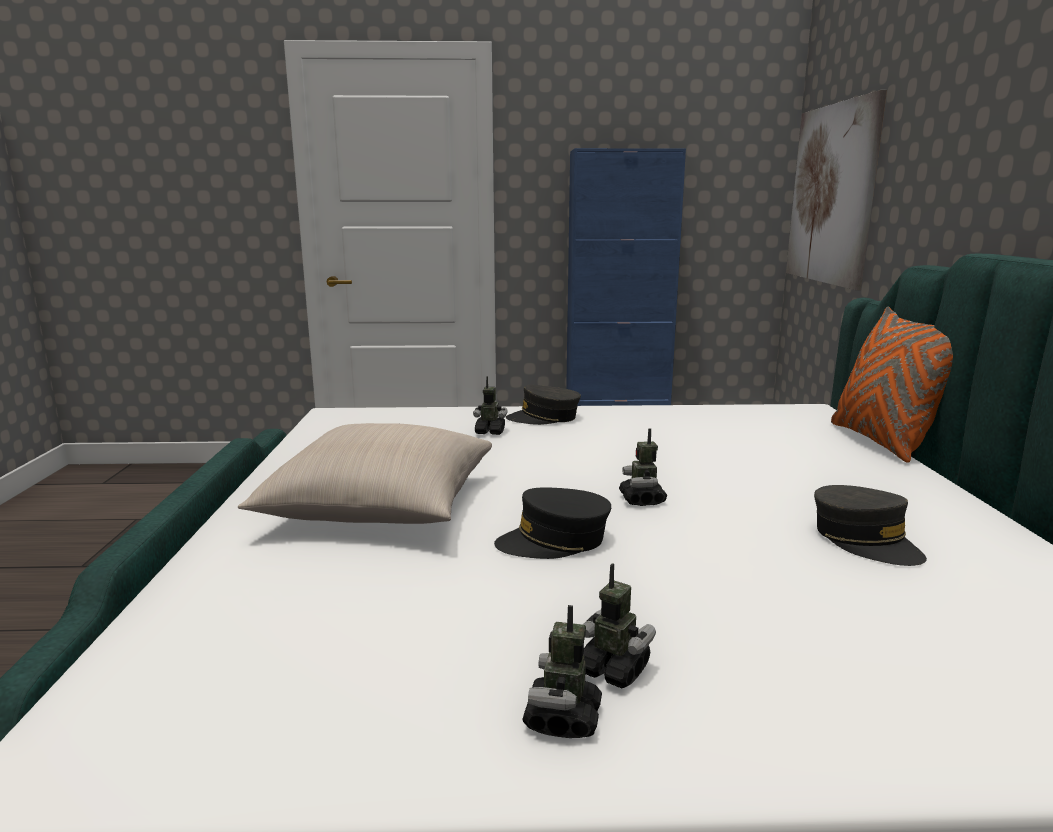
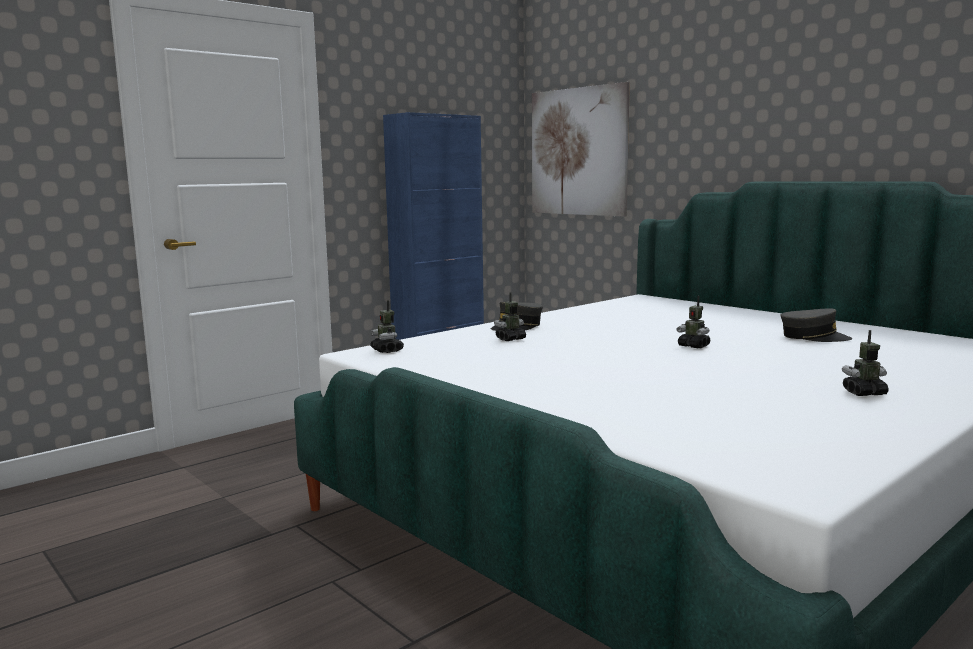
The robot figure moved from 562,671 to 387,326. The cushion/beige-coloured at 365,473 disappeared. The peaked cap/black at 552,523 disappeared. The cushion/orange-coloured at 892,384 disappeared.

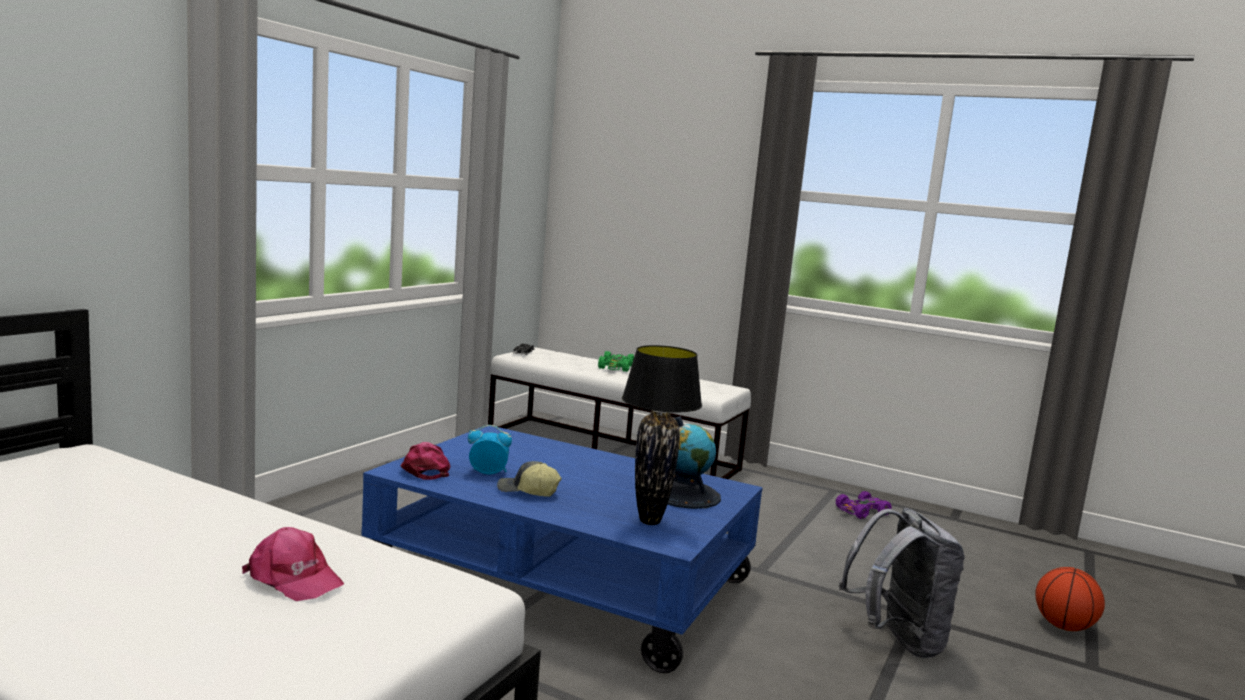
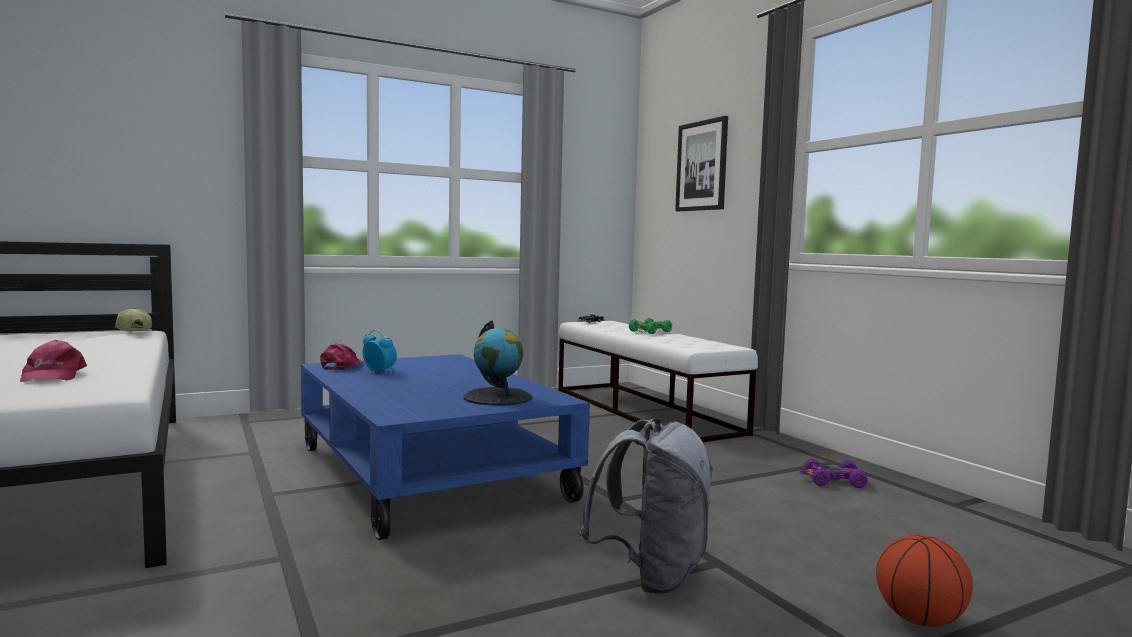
The peaked cap moved from 529,479 to 133,320. The wall art at 701,163 appeared. The tabletop lamp/black at 662,435 disappeared.

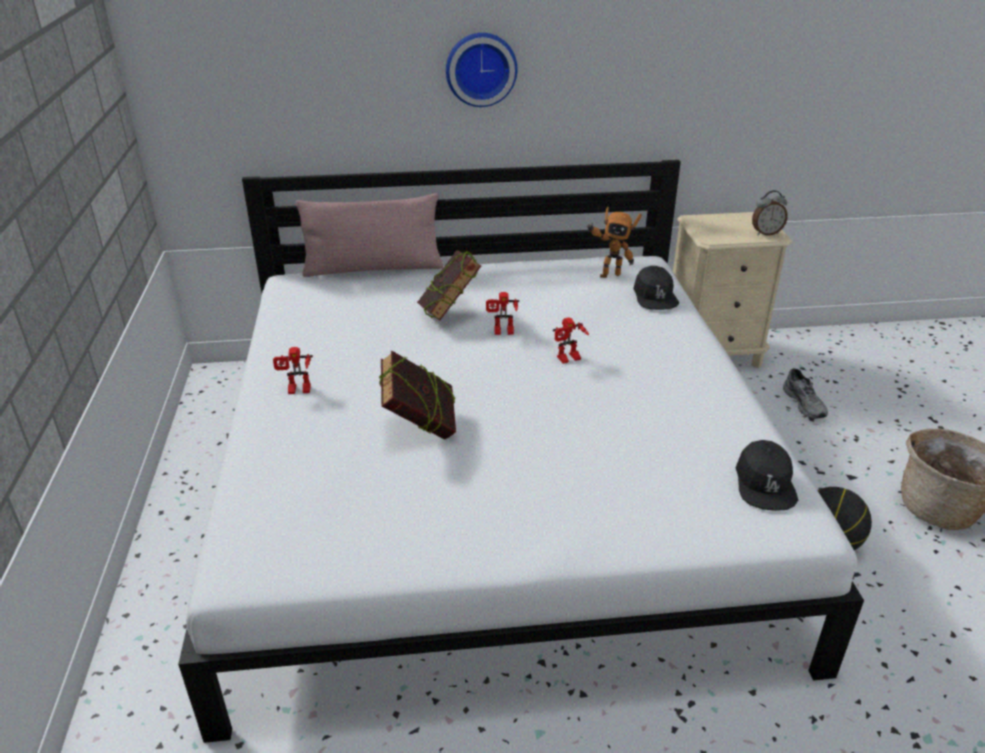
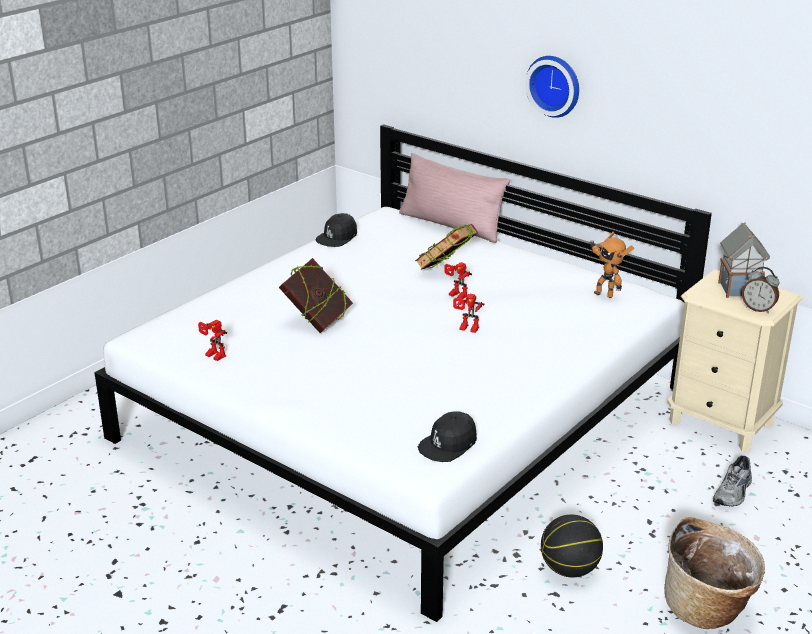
The robot figure moved from 293,370 to 212,340. The peaked cap/black moved from 656,288 to 336,230. The miniature house at 744,260 appeared.

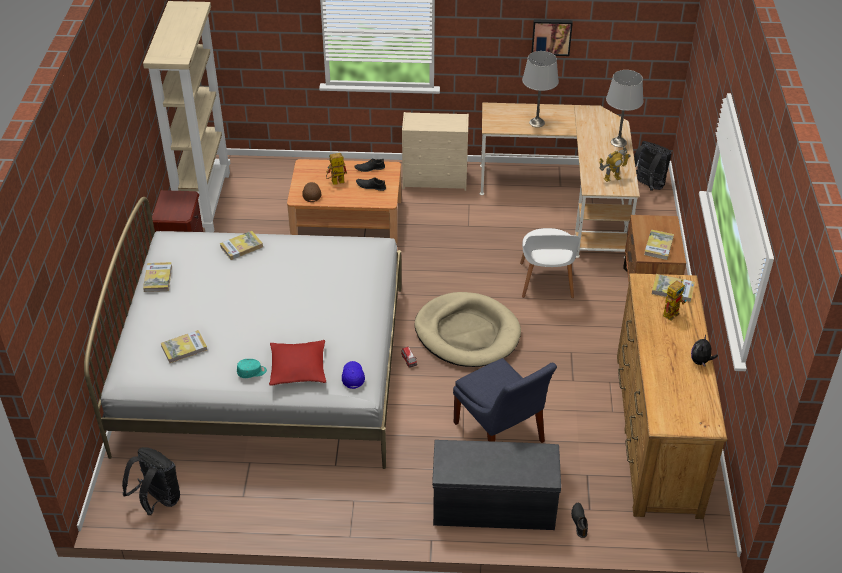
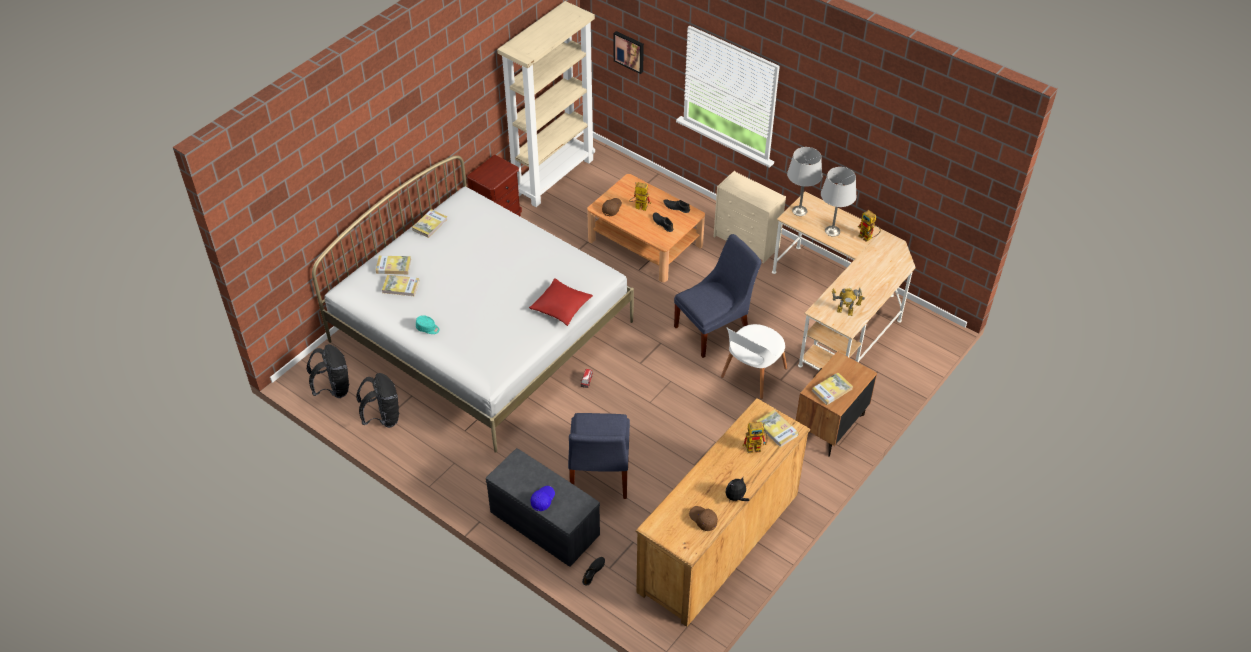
The backpack/black moved from 653,166 to 378,400. The bound book moved from 241,245 to 393,265. The cushion/reddish moved from 297,363 to 561,302. The peaked cap/bluish moved from 353,375 to 542,498. The wall art moved from 552,37 to 629,52. The upright chair/bluish at 717,296 appeared. The peaked cap/brown-coloured at 703,518 appeared. The tabletop lamp/gray moved from 624,108 to 804,181. The robot figure at 869,226 appeared. The dog cushion/beige-coloured at 468,329 disappeared.

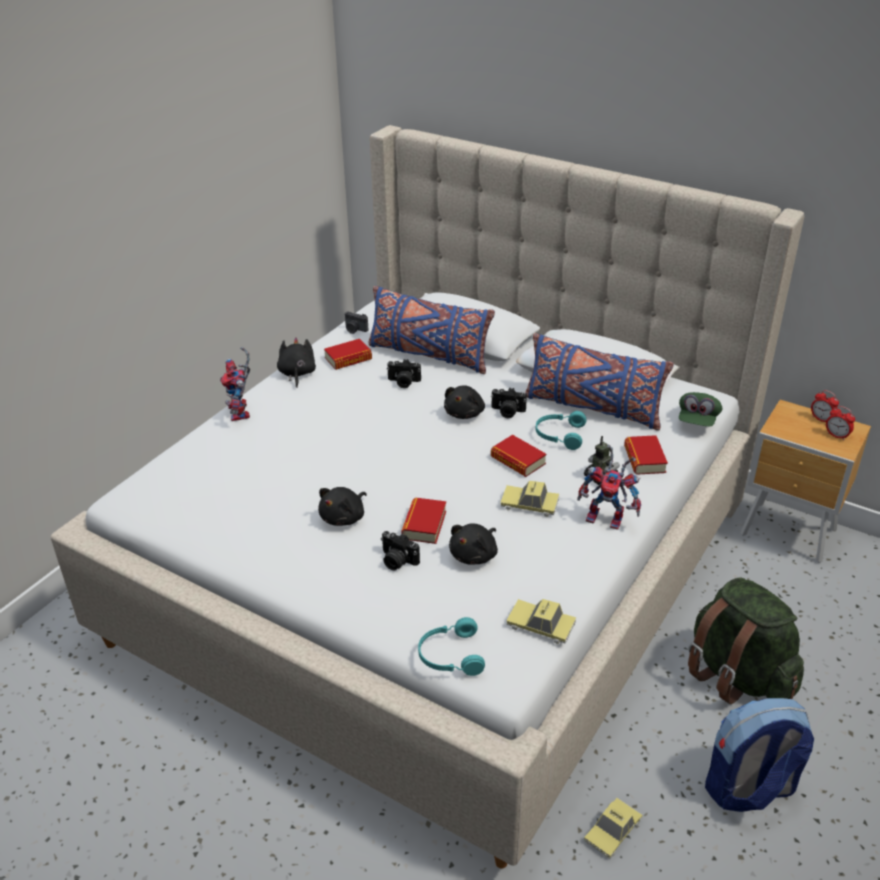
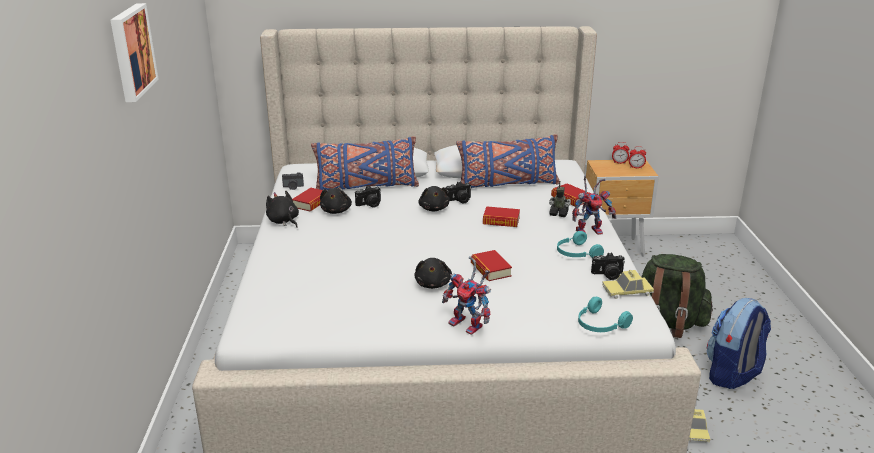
The wall art at 134,52 appeared. The soft toy/black moved from 473,544 to 336,201. The robot figure moved from 235,384 to 466,295. The headset/turquoise-coloured moved from 561,430 to 580,244. The still camera moved from 400,550 to 608,266. The toy car at 529,499 disappeared. The peaked cap/greenish at 700,409 disappeared.

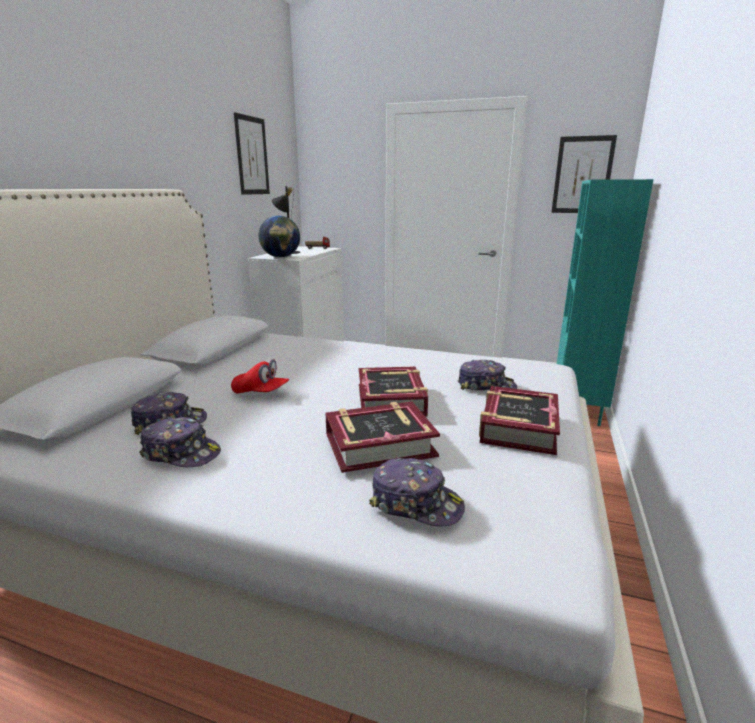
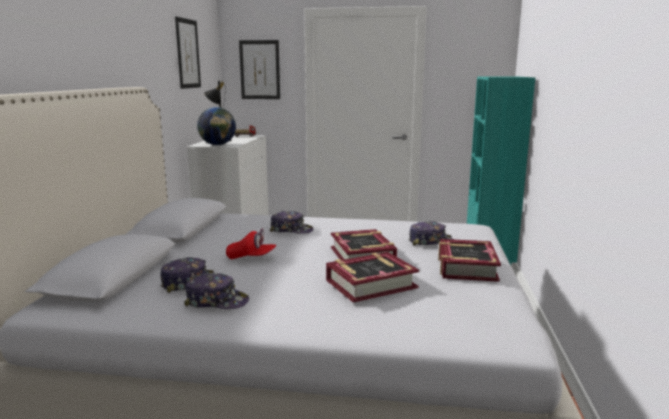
The wall art moved from 584,174 to 259,69. The peaked cap moved from 417,492 to 291,222.

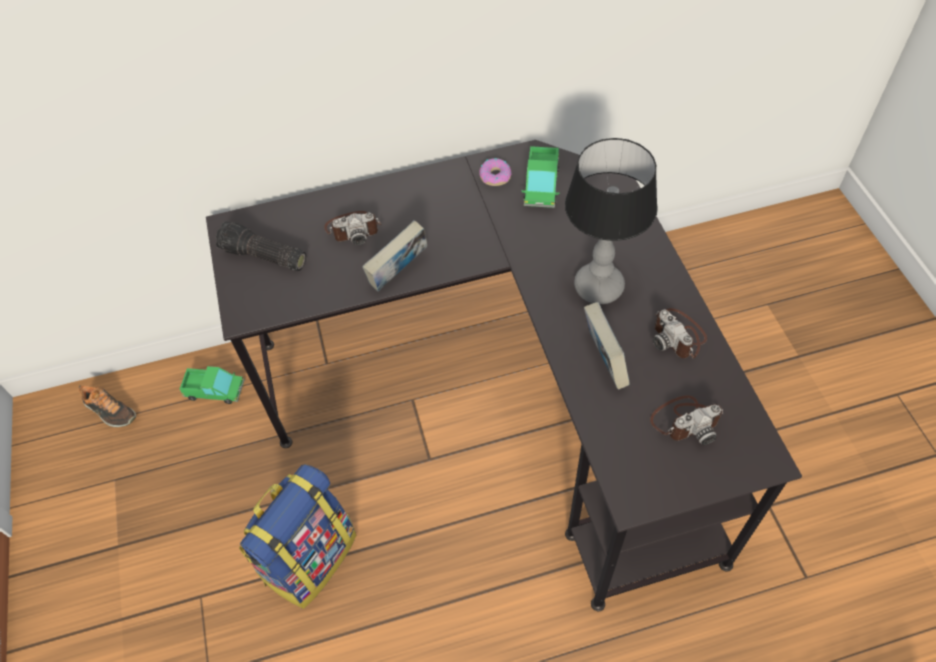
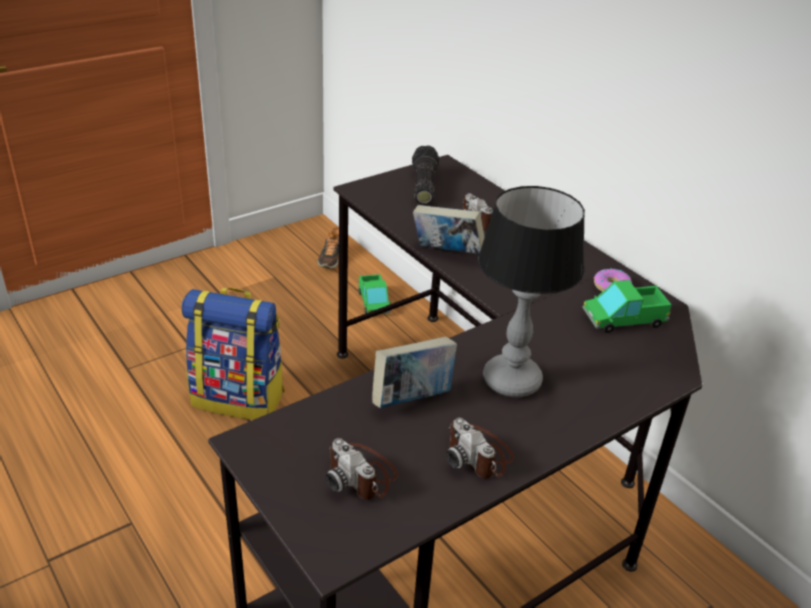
The still camera at 680,333 turned 75 degrees counterclockwise.

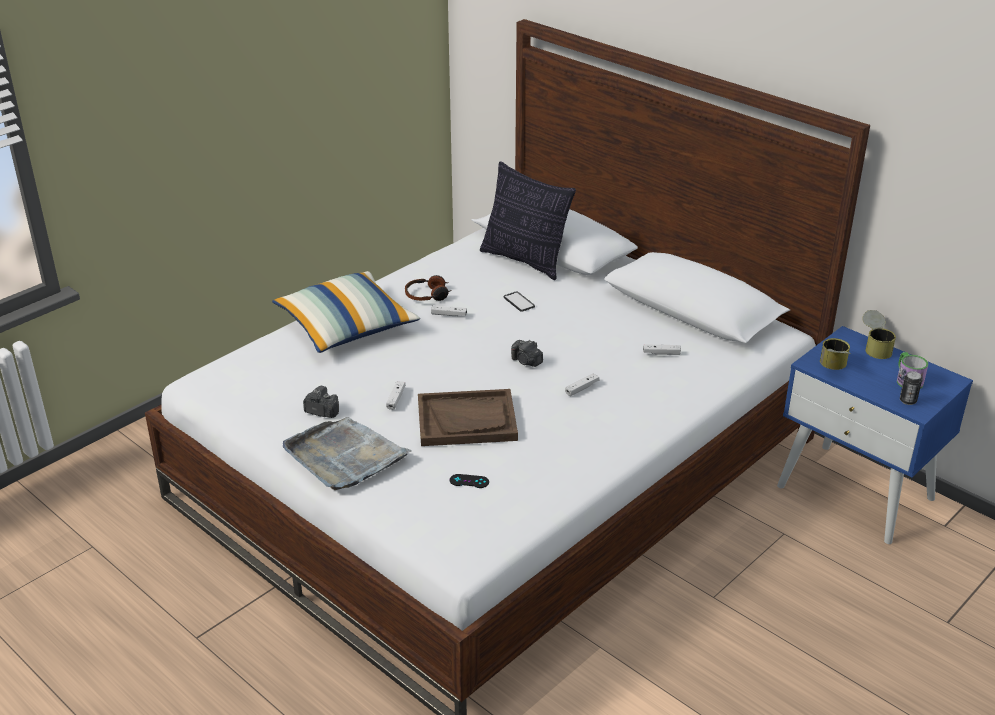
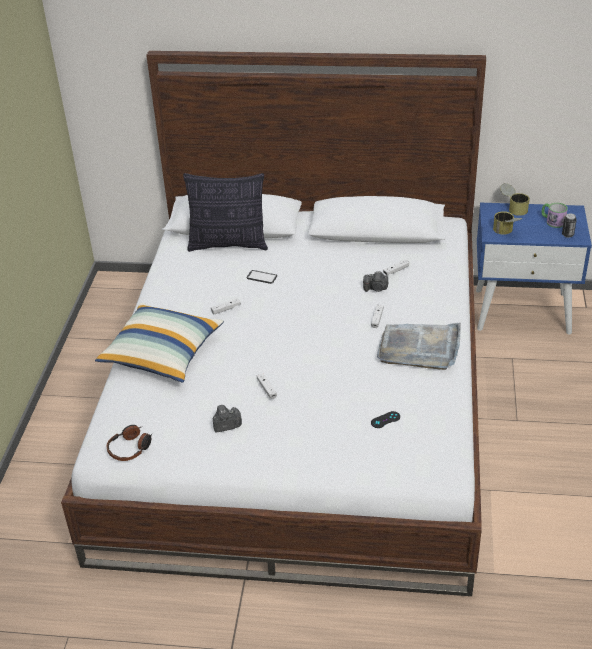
The headset moved from 428,288 to 129,443. The still camera moved from 527,353 to 375,281. The carrying tray/gray moved from 347,453 to 419,346. The carrying tray/brown-coloured at 468,417 disappeared.

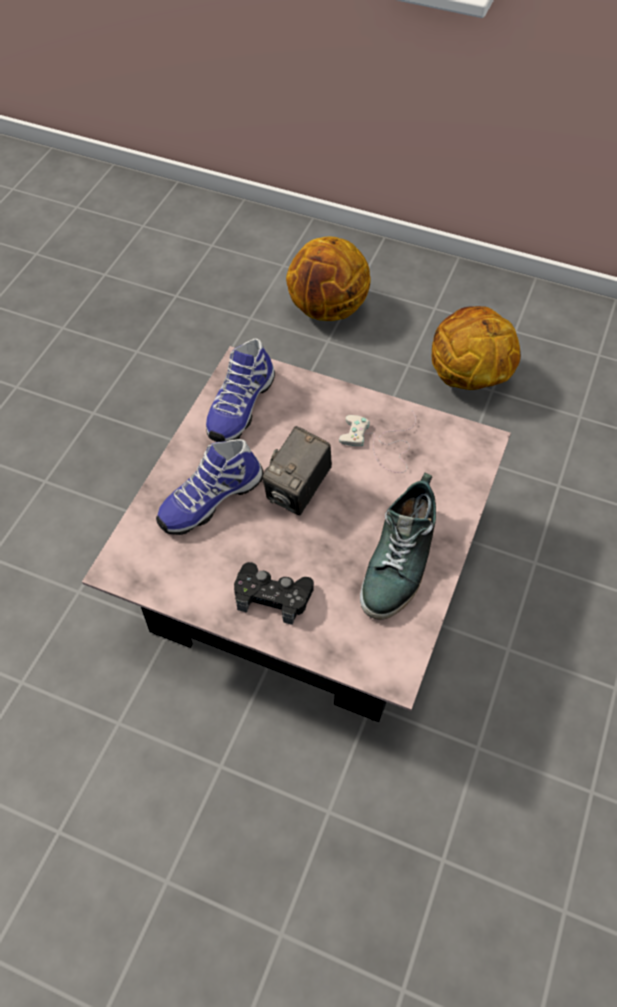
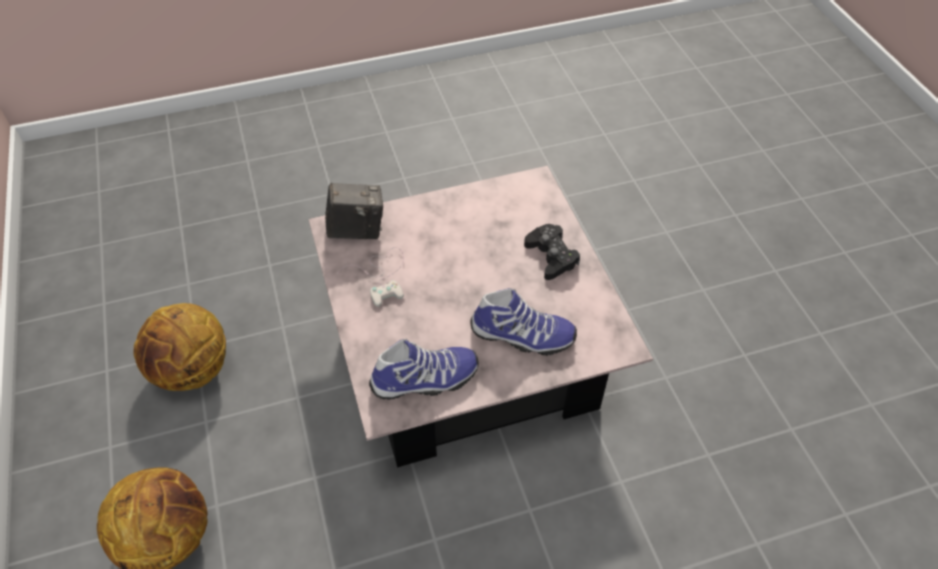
The still camera moved from 297,471 to 354,211. The shoe at 398,546 disappeared.

